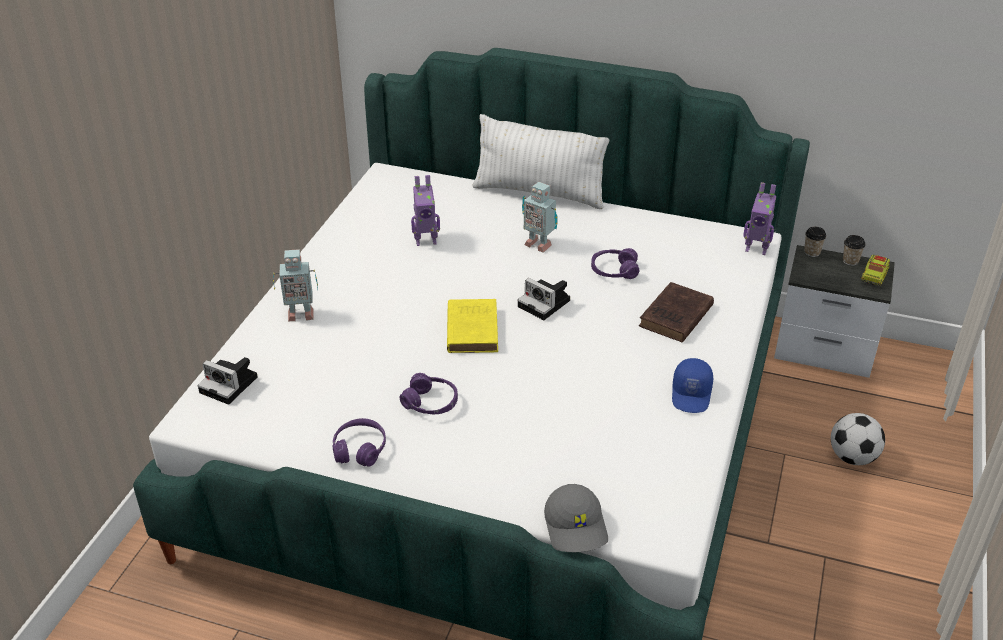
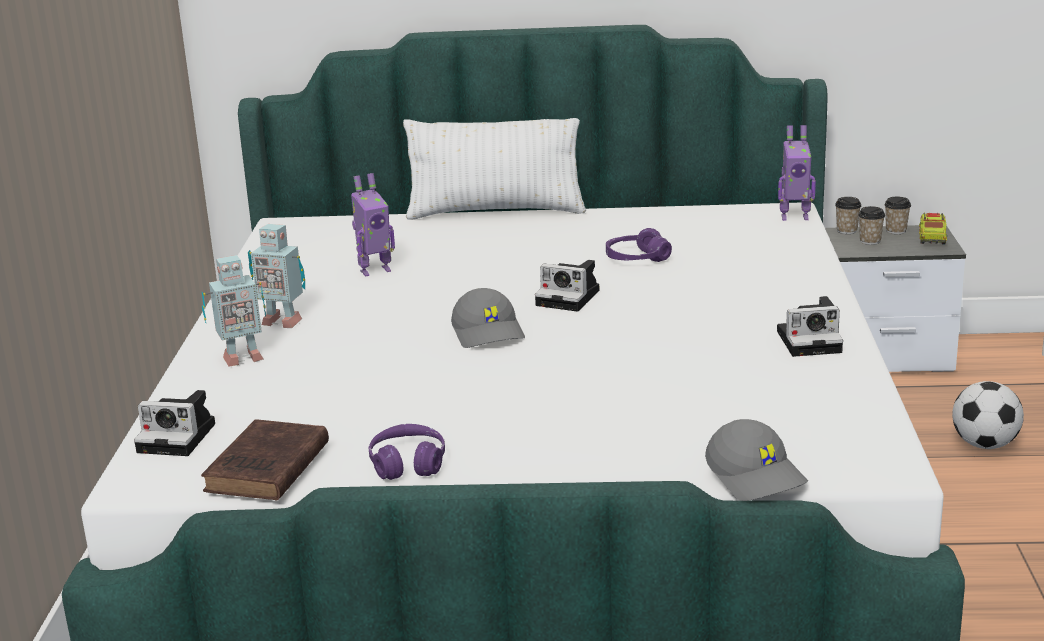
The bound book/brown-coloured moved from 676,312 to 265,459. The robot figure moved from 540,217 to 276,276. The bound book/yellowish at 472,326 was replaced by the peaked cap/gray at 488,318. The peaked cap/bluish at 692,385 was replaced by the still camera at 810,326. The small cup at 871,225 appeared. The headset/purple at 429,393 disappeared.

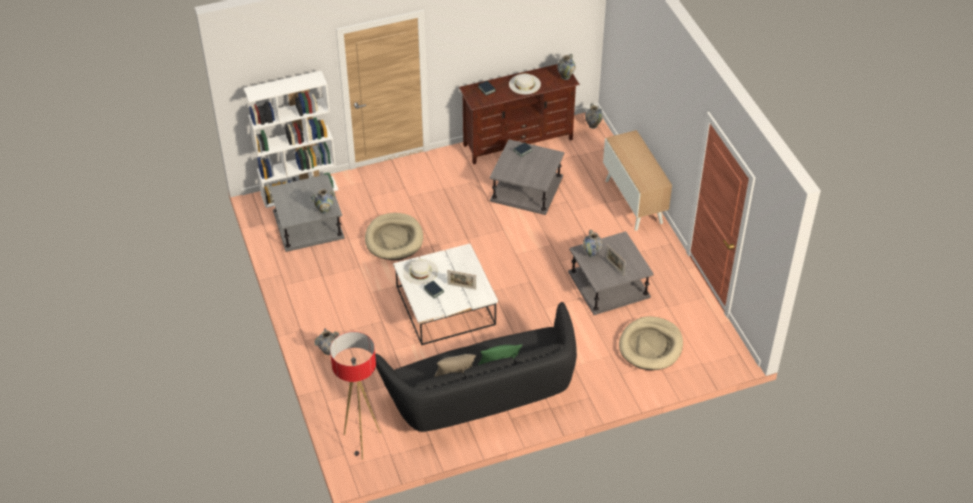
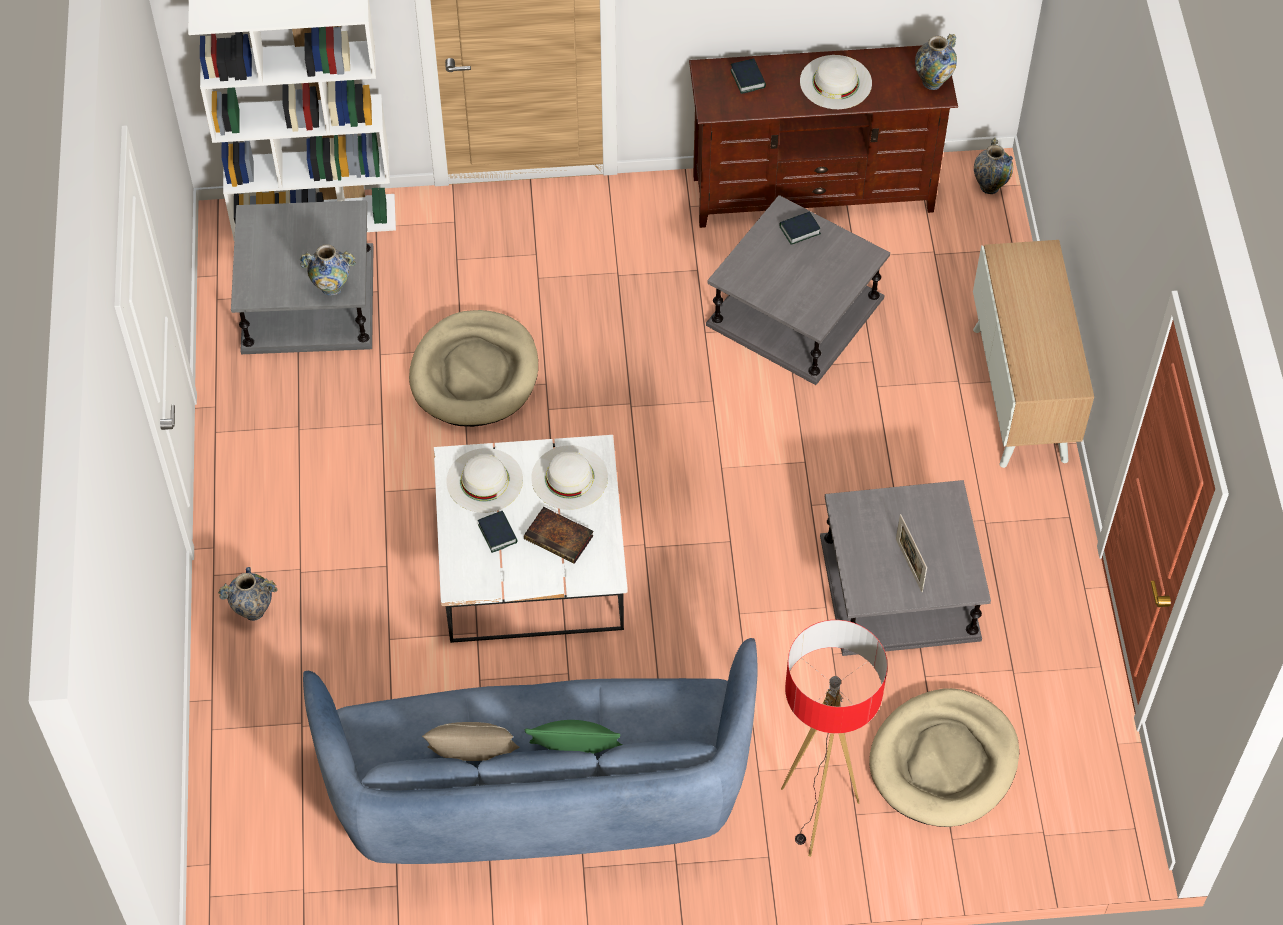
The sofa/black at 476,367 became the sofa/bluish at 530,751. The picture frame at 461,280 was replaced by the bound book at 559,535. The clothing hat/white-coloured at 569,477 appeared. The standing lamp moved from 355,396 to 834,738. The decorative vase at 593,243 disappeared.

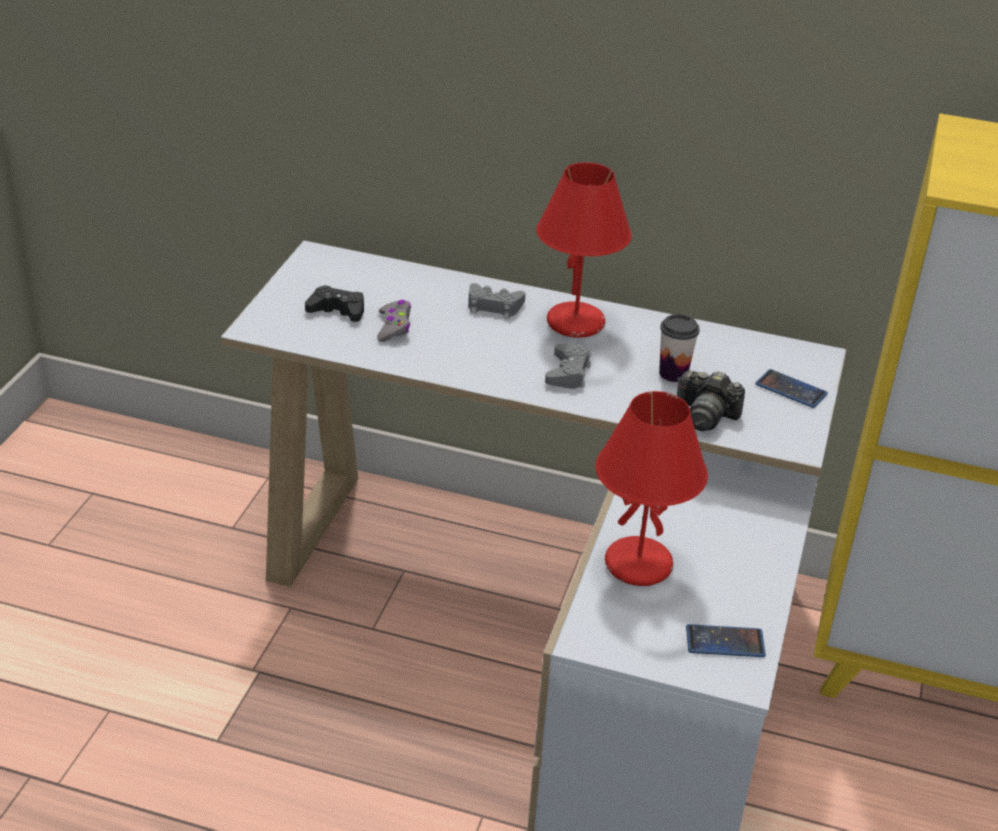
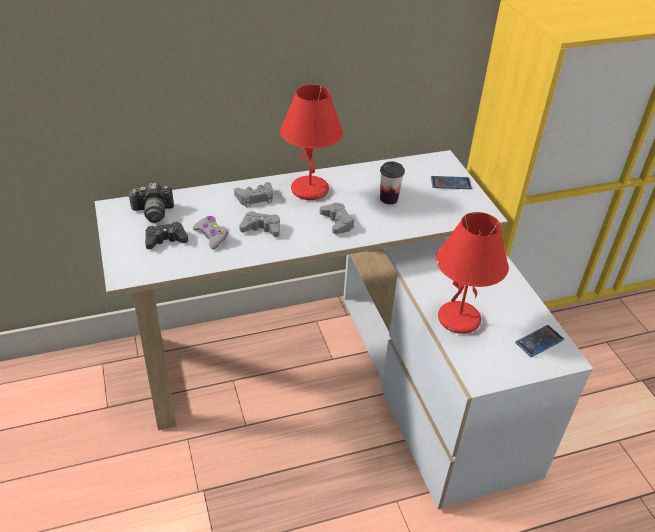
The still camera moved from 711,401 to 151,203. The game controller/gray at 259,224 appeared.

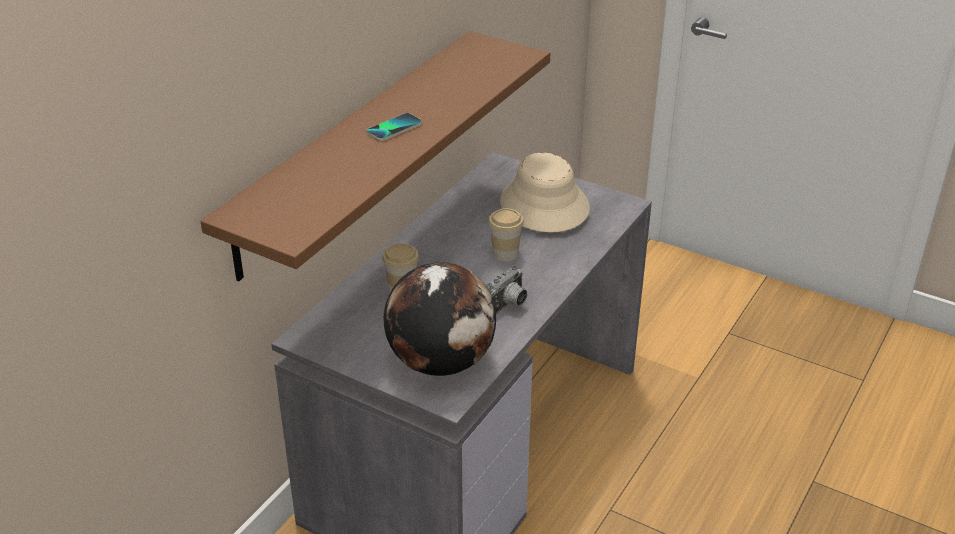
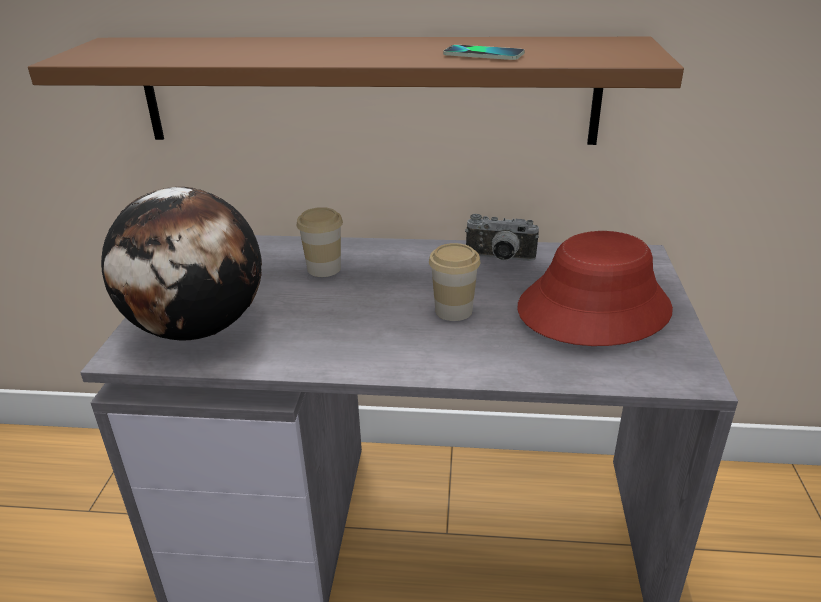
The telephone moved from 394,127 to 483,52. The still camera moved from 506,289 to 502,237. The clothing hat/beige-coloured at 545,193 became the clothing hat/reddish at 595,288.

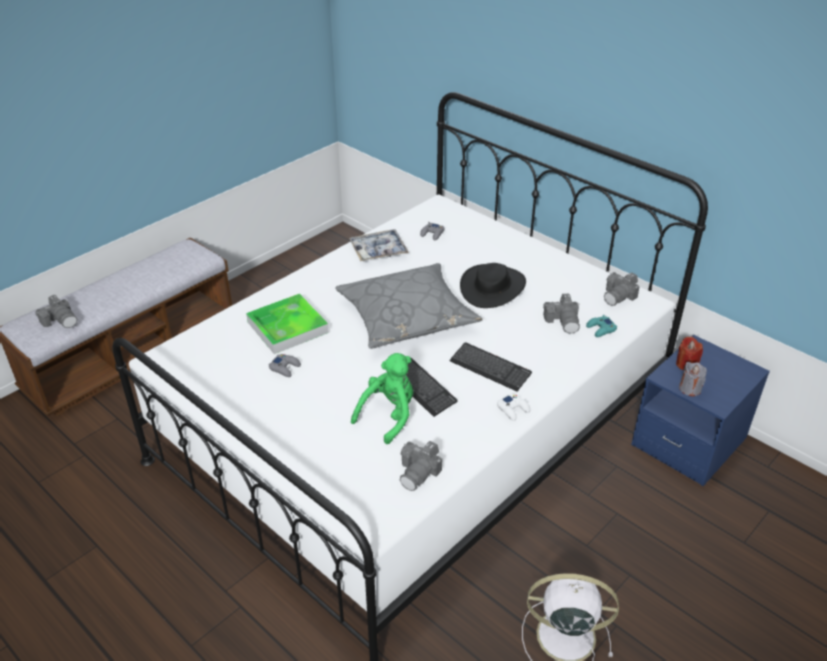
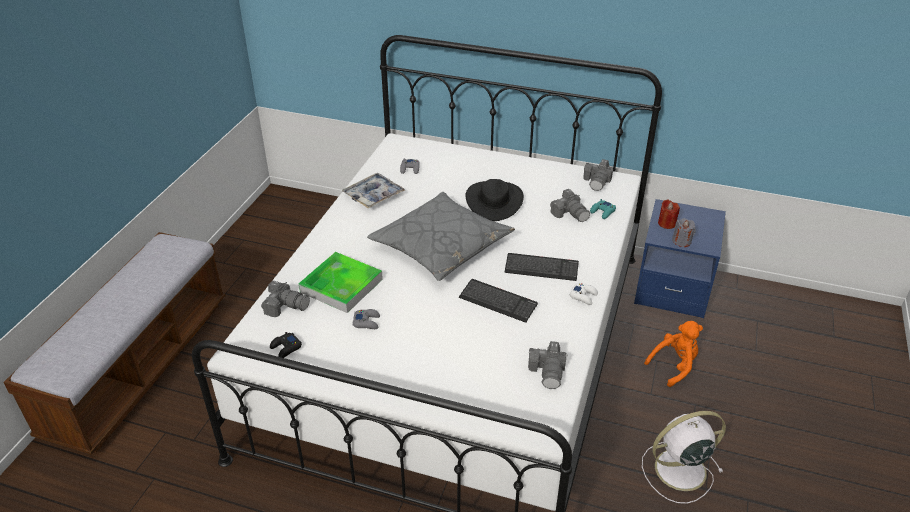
The still camera moved from 56,311 to 285,299. The game controller/black at 286,345 appeared. The soft toy/orange-coloured at 673,354 appeared. The soft toy/greenish at 382,398 disappeared.

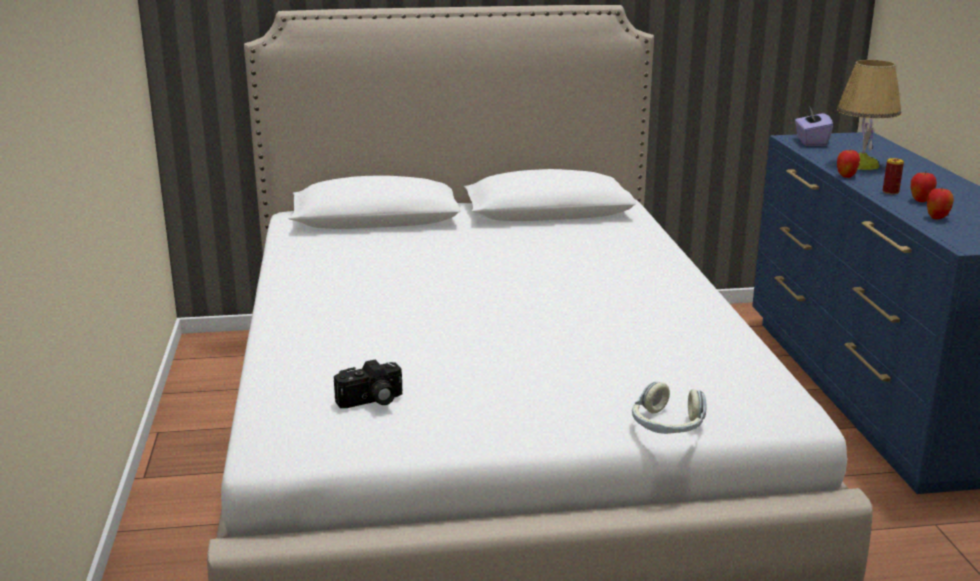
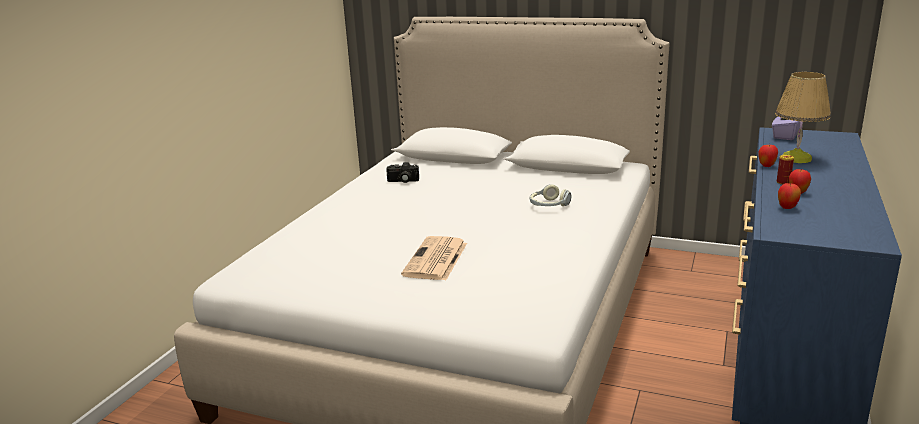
The still camera moved from 368,384 to 402,172. The newspaper at 434,258 appeared. The headset moved from 669,407 to 550,195.

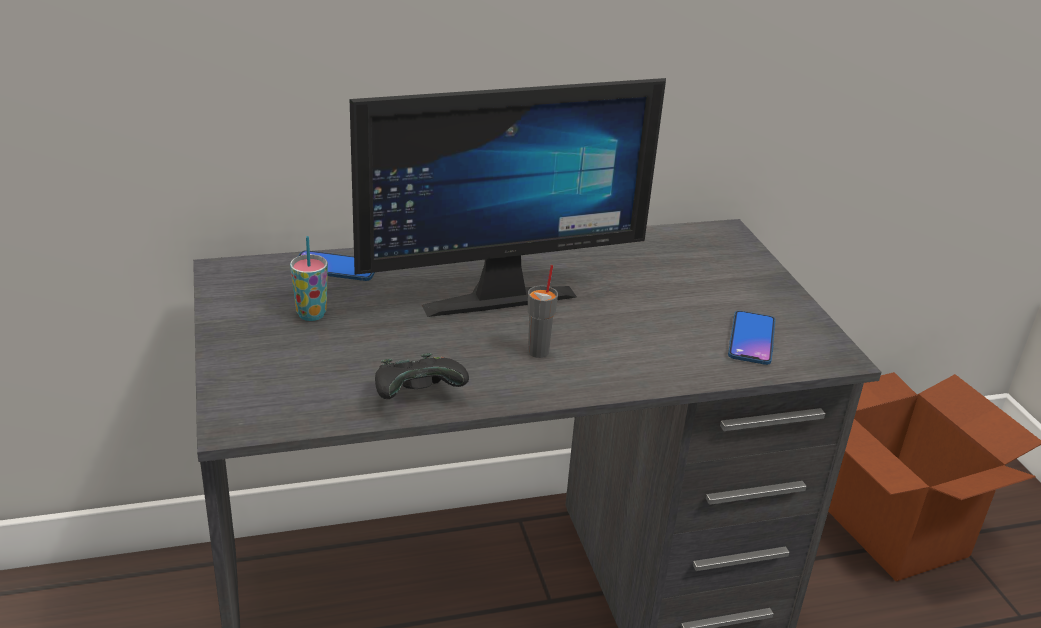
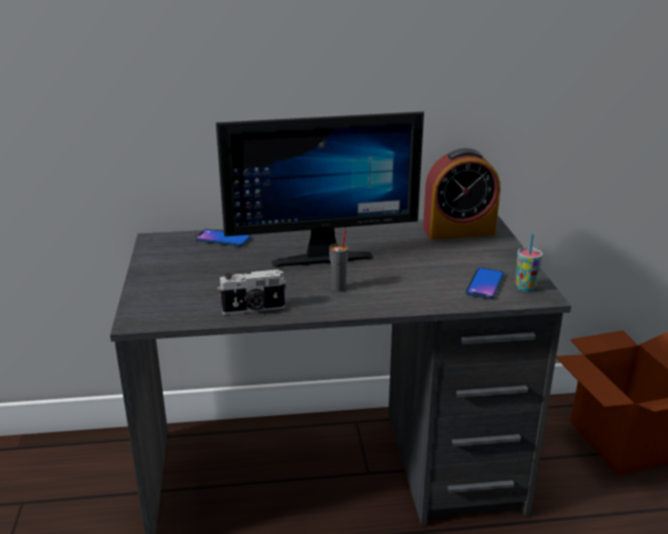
The game controller/black at 422,376 was replaced by the still camera at 252,292. The table clock at 461,193 appeared. The small cup moved from 309,278 to 529,263.

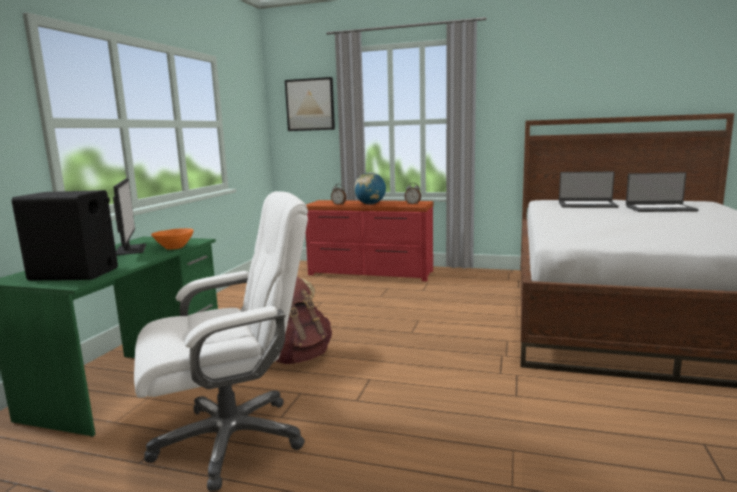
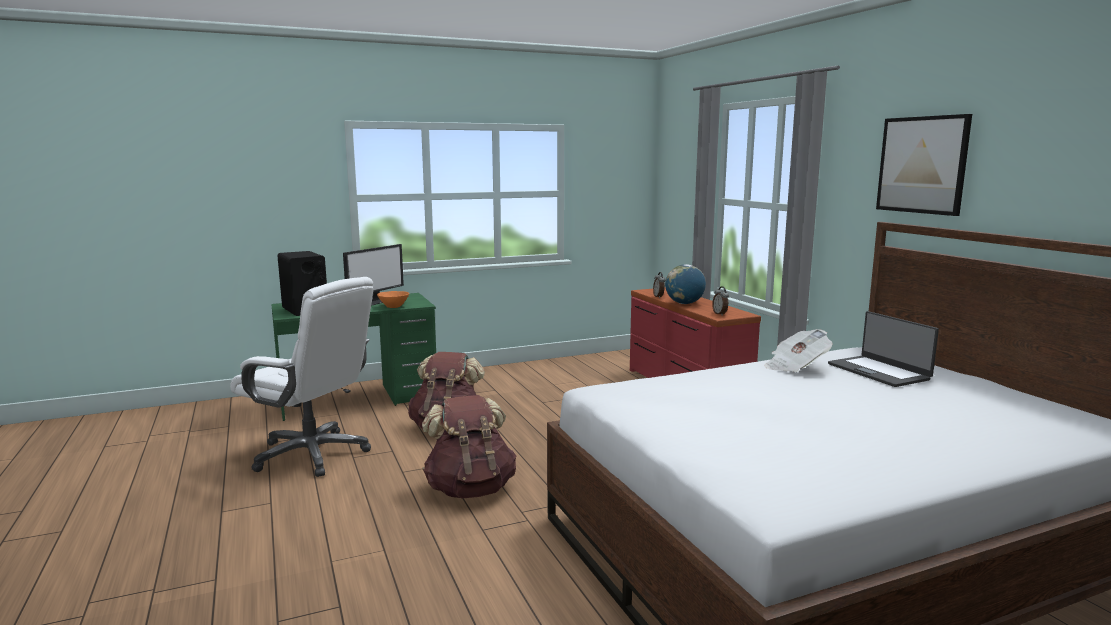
The backpack/brown-coloured at 469,447 appeared. The newspaper at 798,350 appeared. The wall art moved from 310,104 to 924,165. The notebook computer at 662,192 disappeared.

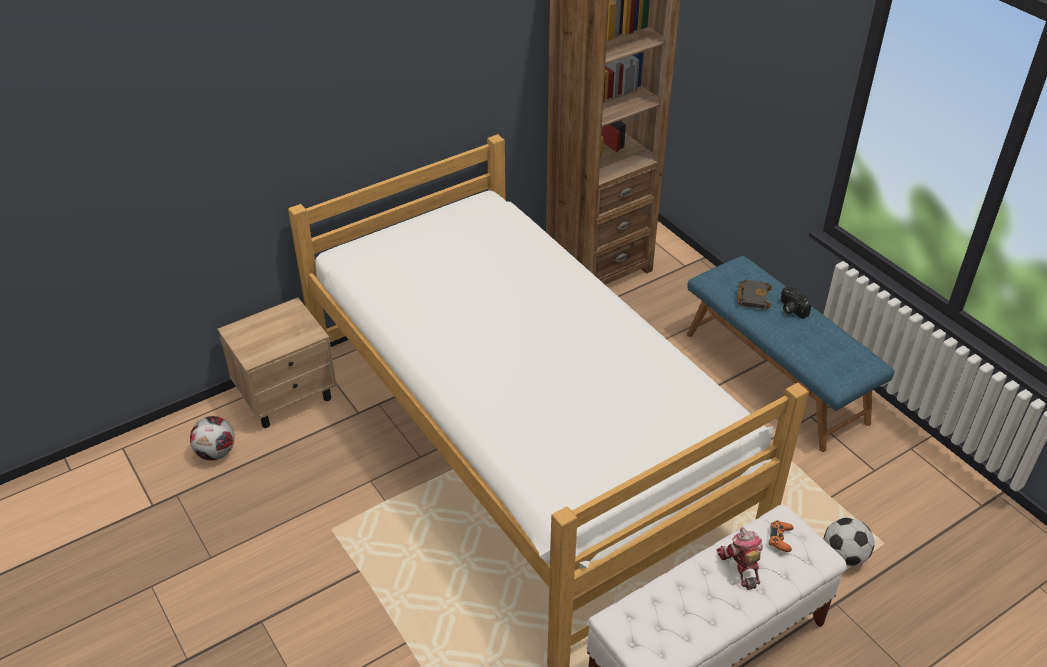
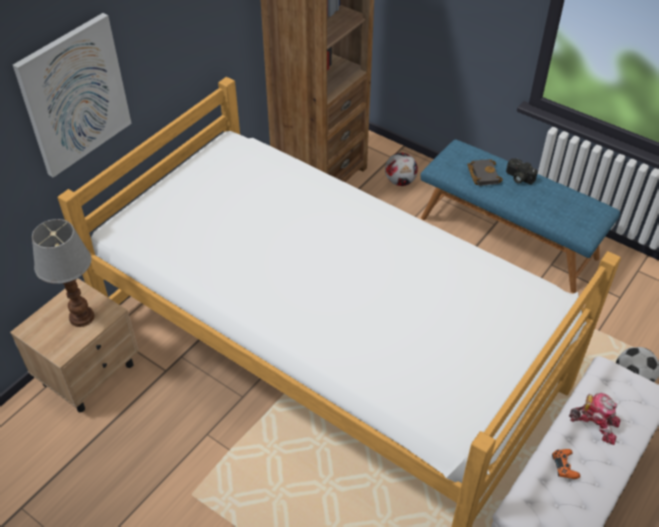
The wall art at 72,95 appeared. The tabletop lamp at 63,273 appeared. The ball for football moved from 212,438 to 401,169. The game controller/orange-coloured moved from 781,536 to 566,464. The robot figure at 739,558 turned 150 degrees clockwise.

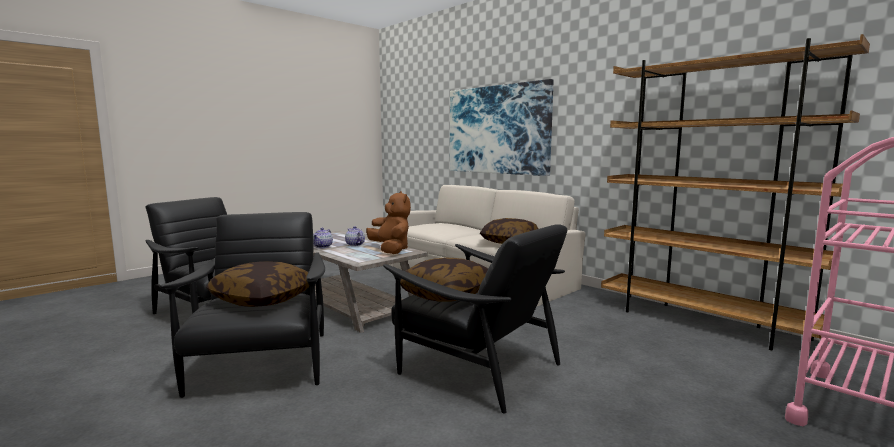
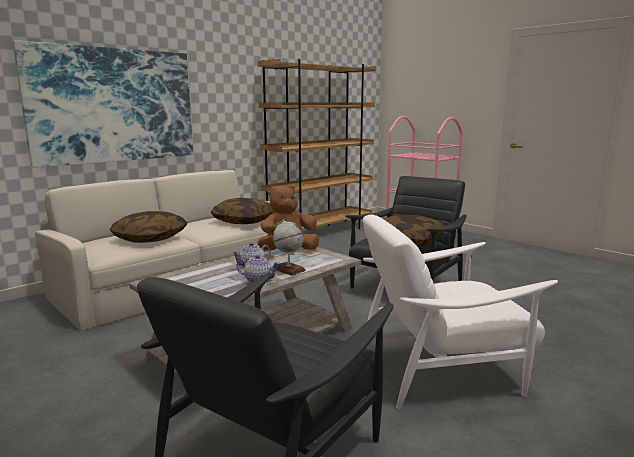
The cushion moved from 257,284 to 149,227. The desk globe at 289,247 appeared. The easy chair/black at 242,305 became the easy chair/white-coloured at 460,312.

